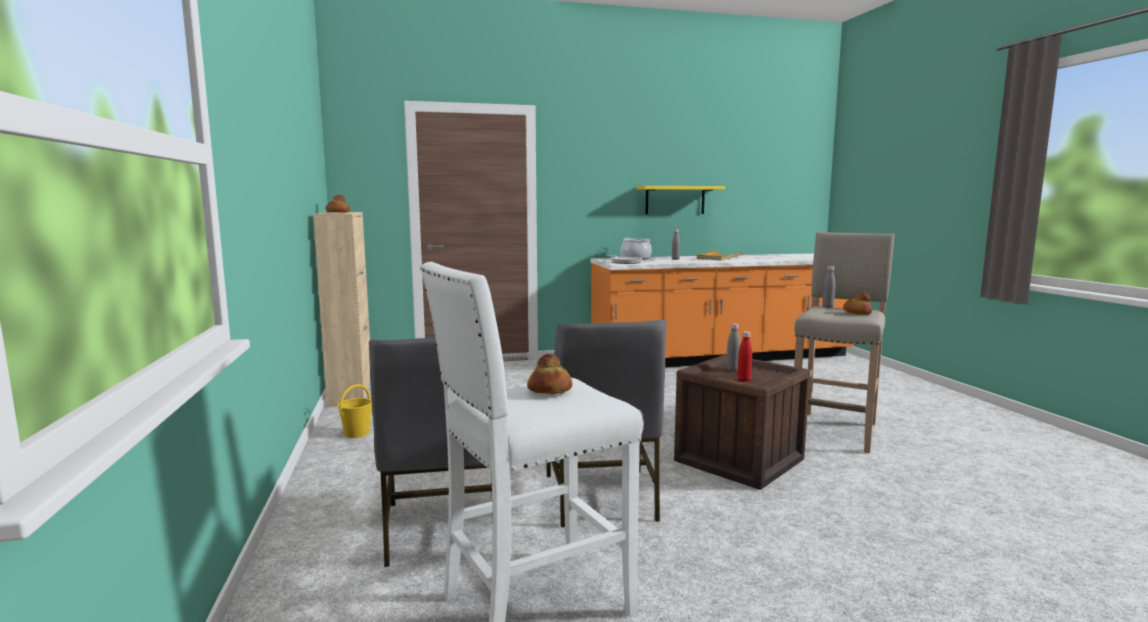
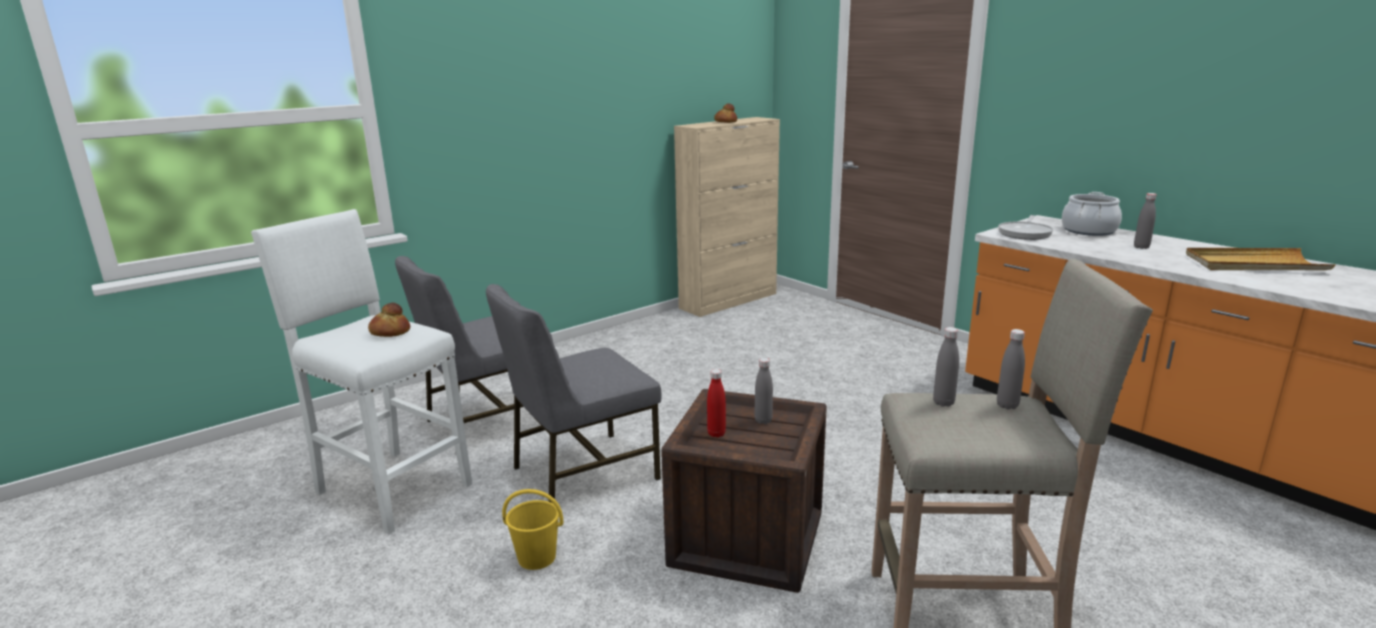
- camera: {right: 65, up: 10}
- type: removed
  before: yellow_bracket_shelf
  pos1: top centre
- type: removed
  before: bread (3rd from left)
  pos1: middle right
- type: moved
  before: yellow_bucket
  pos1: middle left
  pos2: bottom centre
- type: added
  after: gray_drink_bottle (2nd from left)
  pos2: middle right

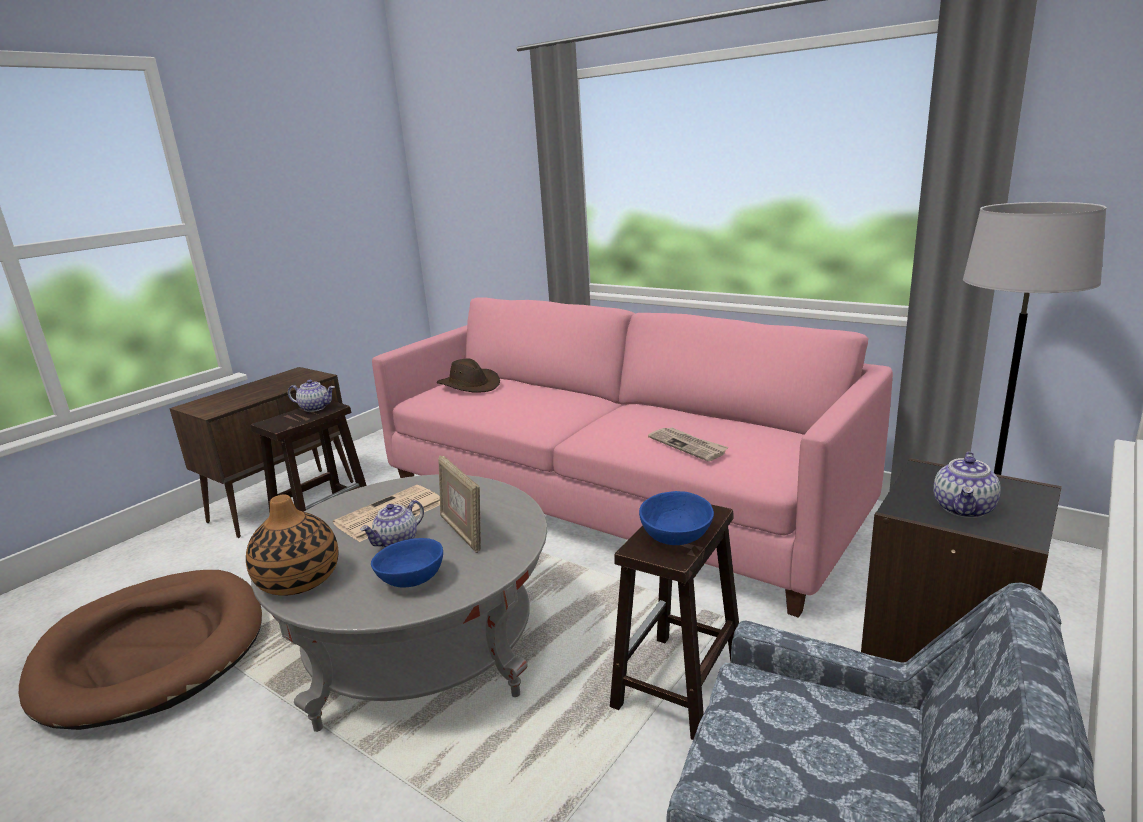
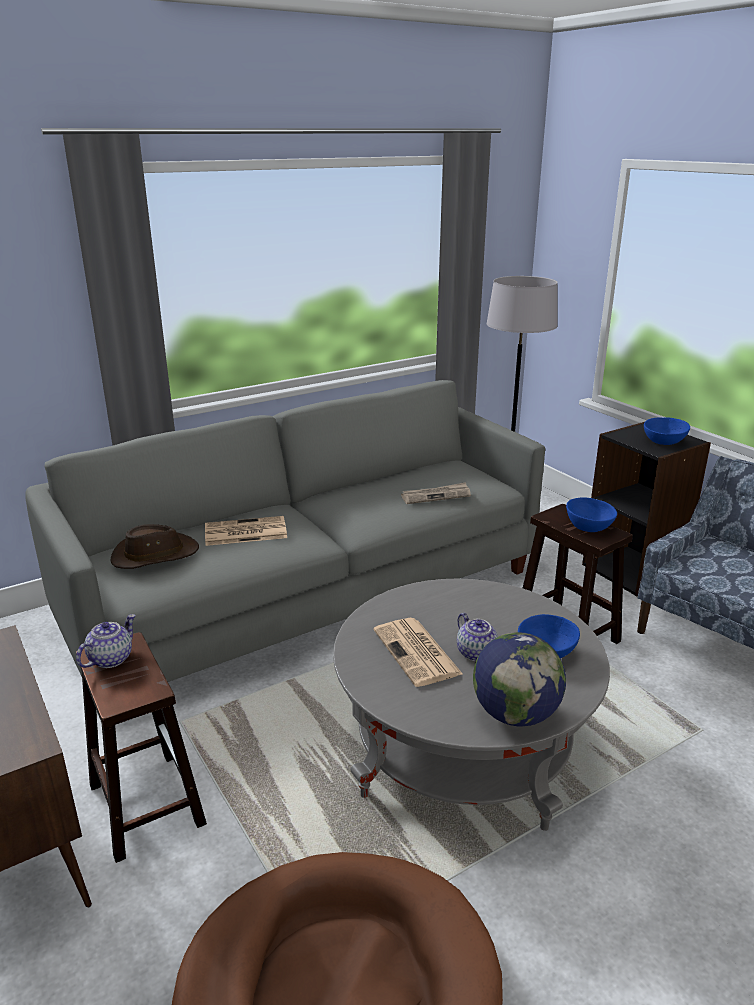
- camera: {right: -70, up: 5}
- type: recoloured
  before: pink-coloured_couch
  after: gray_couch
  pos1: centre
  pos2: centre
- type: replaced
  before: tea_pot (3rd from left)
  after: bluish_bowl (3rd from left)
  pos1: middle right
  pos2: middle right
- type: removed
  before: standing_frame
  pos1: centre
- type: replaced
  before: vase
  after: globe
  pos1: middle left
  pos2: bottom right
- type: added
  after: daily_paper (1st from left)
  pos2: middle left

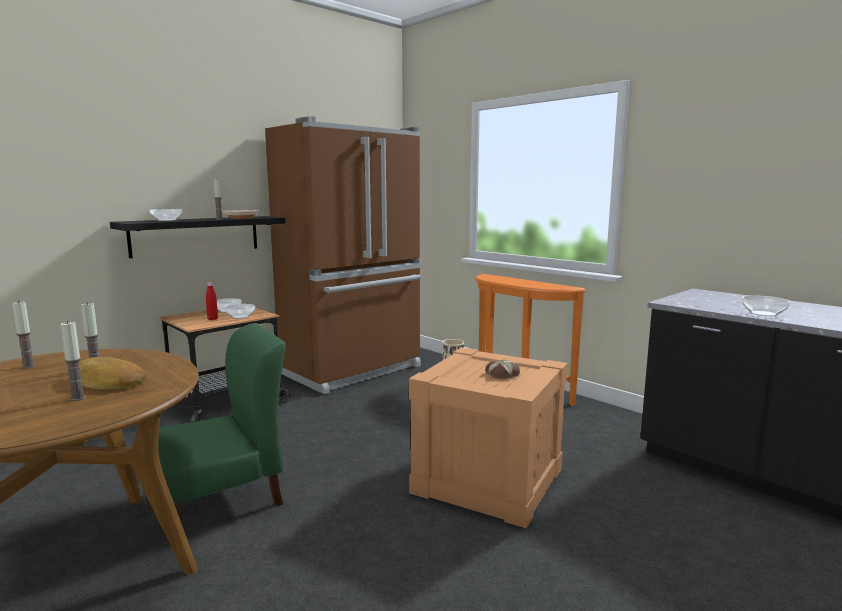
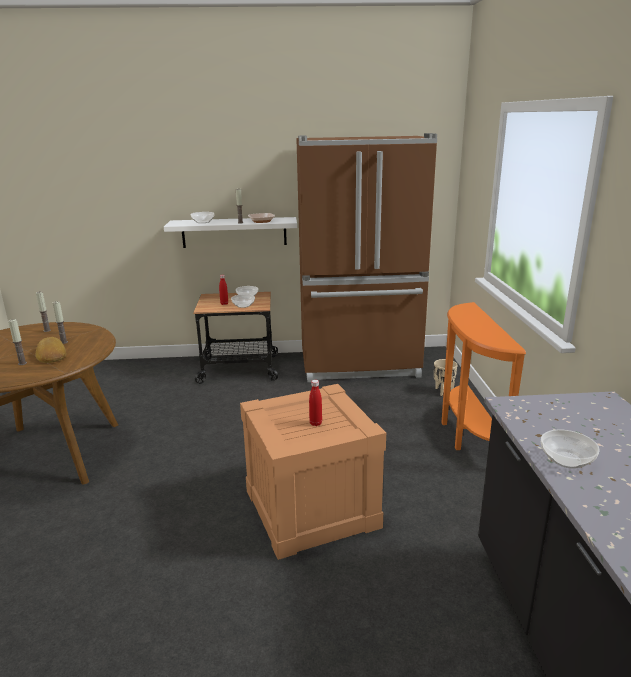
- camera: {right: 40, up: 10}
- type: recoloured
  before: black_bracket_shelf
  after: whitish_bracket_shelf
  pos1: middle left
  pos2: centre
- type: removed
  before: greenish_plain_chair
  pos1: bottom left
- type: replaced
  before: bread (2nd from left)
  after: reddish_drink_bottle (2nd from left)
  pos1: centre
  pos2: centre

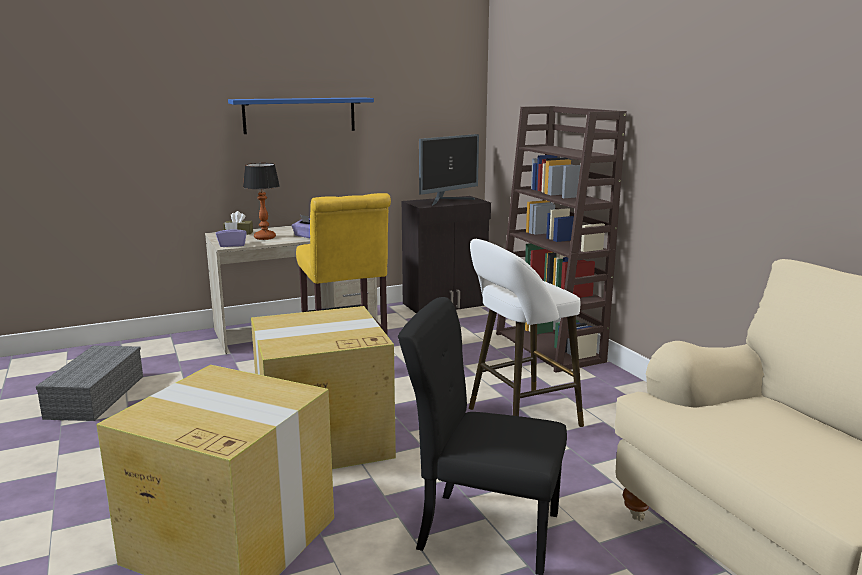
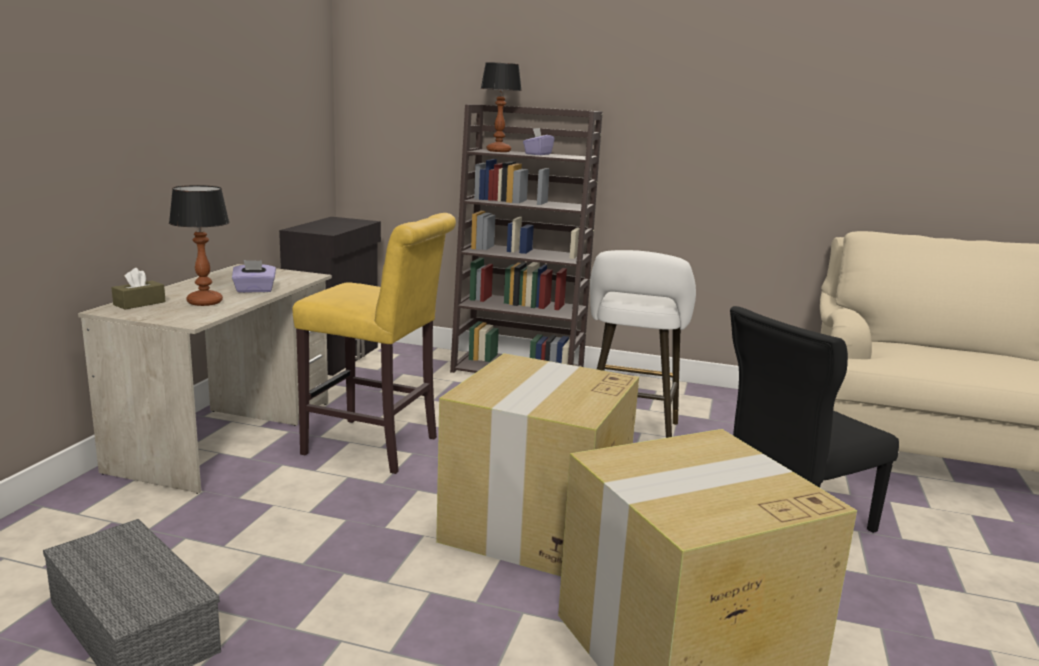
- camera: {right: -50, up: 0}
- type: removed
  before: bluish_bracket_shelf
  pos1: top centre
- type: removed
  before: computer_screen
  pos1: top centre
- type: moved
  before: purple-coloured_tissue_holder (1st from left in the first image)
  after: purple-coloured_tissue_holder (2nd from left)
  pos1: middle left
  pos2: top centre
- type: added
  after: lamp_for_a_table (2nd from left)
  pos2: top centre

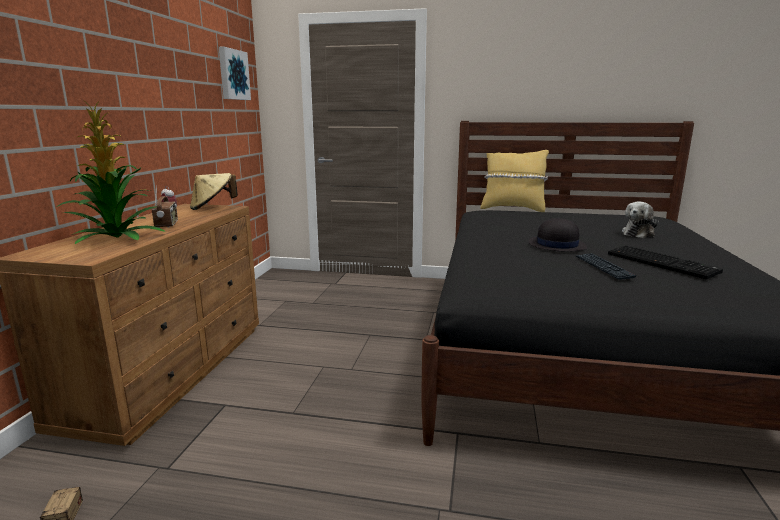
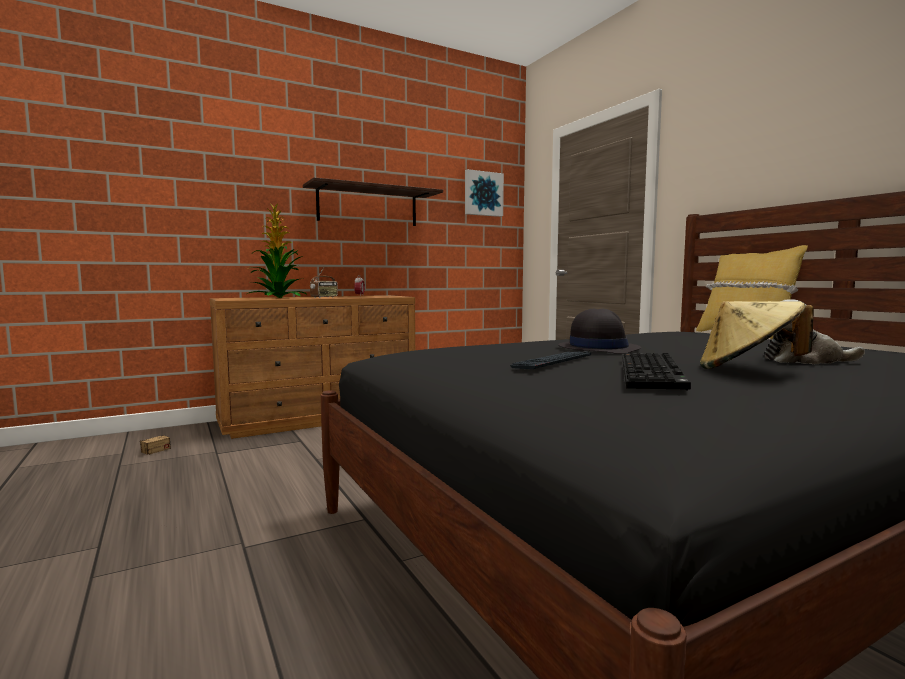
- camera: {right: 50, up: -10}
- type: moved
  before: beige-coloured_hat
  pos1: middle left
  pos2: middle right
- type: added
  after: bracket_shelf
  pos2: top centre

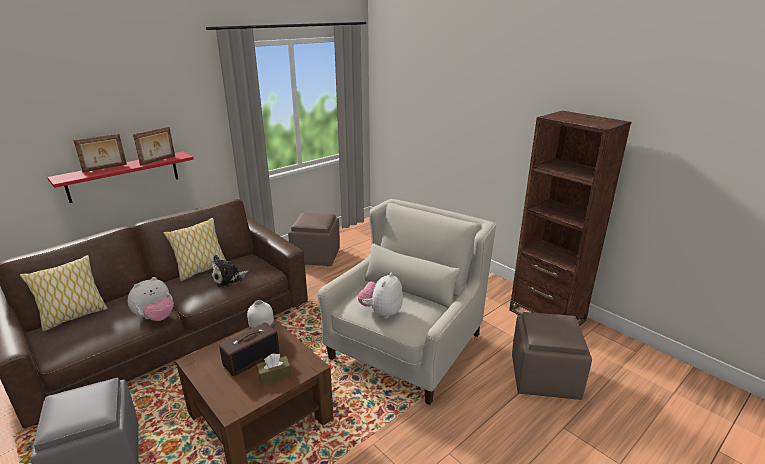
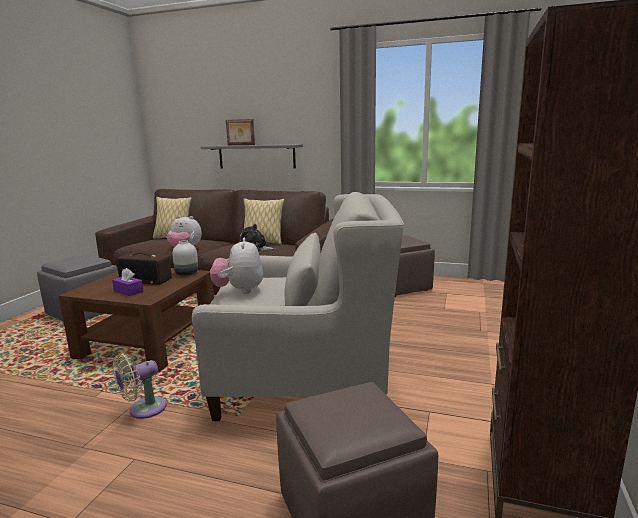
- camera: {right: 60, up: -10}
- type: removed
  before: standing_frame (2nd from left)
  pos1: top left
- type: recoloured
  before: reddish_bracket_shelf
  after: gray_bracket_shelf
  pos1: middle left
  pos2: top centre
- type: turned
  before: cuddly_toy (3rd from left in the first image)
  pos1: centre
  pos2: centre
  turn: -90
- type: recoloured
  before: brownish_tissue_holder
  after: purple-coloured_tissue_holder
  pos1: bottom centre
  pos2: middle left
- type: added
  after: beige-coloured_fan
  pos2: bottom left

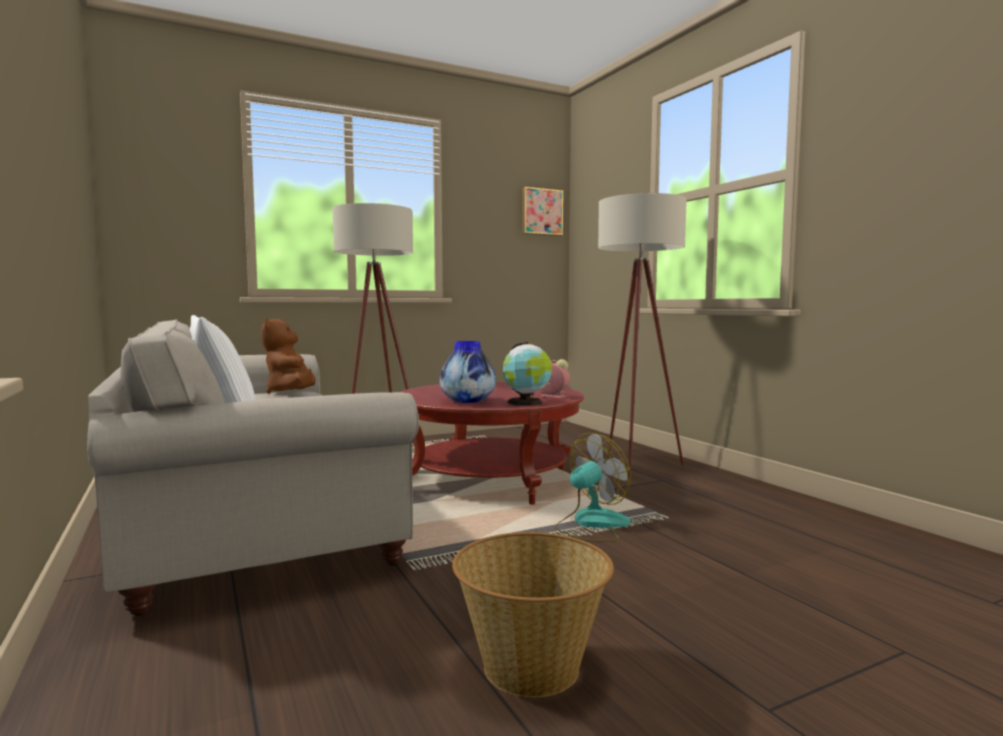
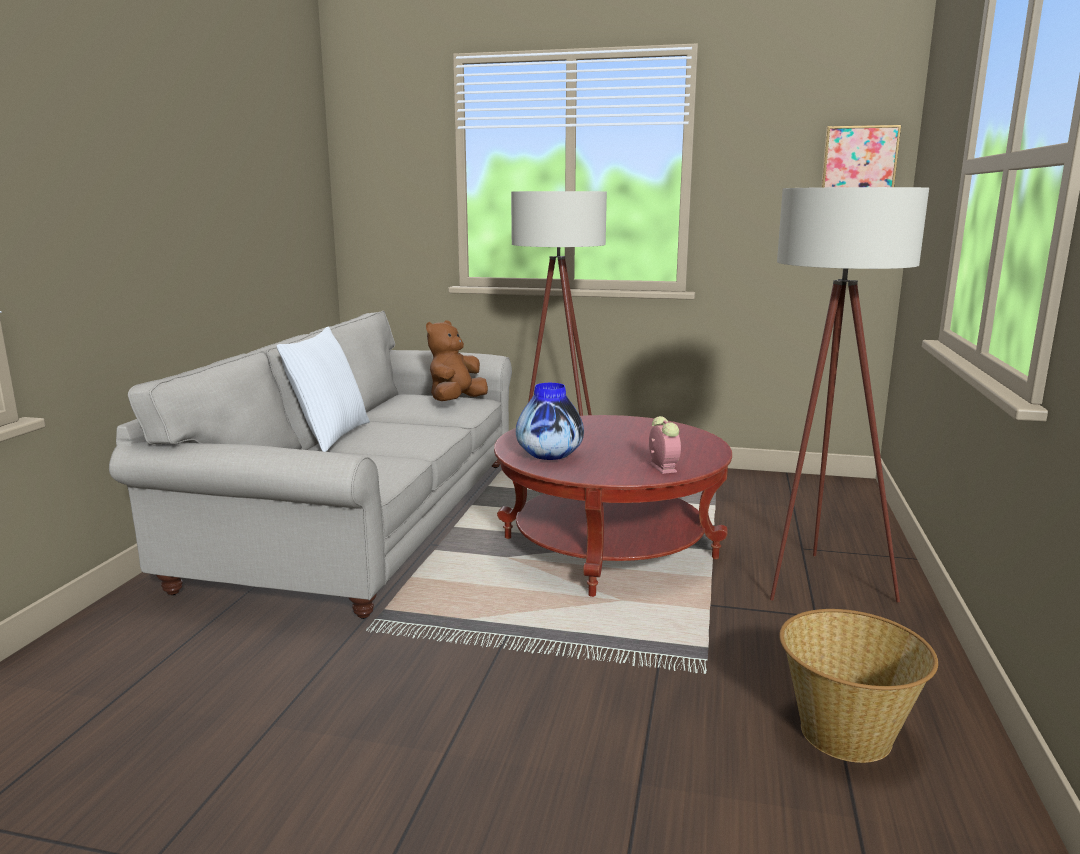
- camera: {right: 40, up: 10}
- type: removed
  before: globe
  pos1: centre
- type: removed
  before: fan
  pos1: centre
- type: moved
  before: household_basket
  pos1: bottom centre
  pos2: bottom right

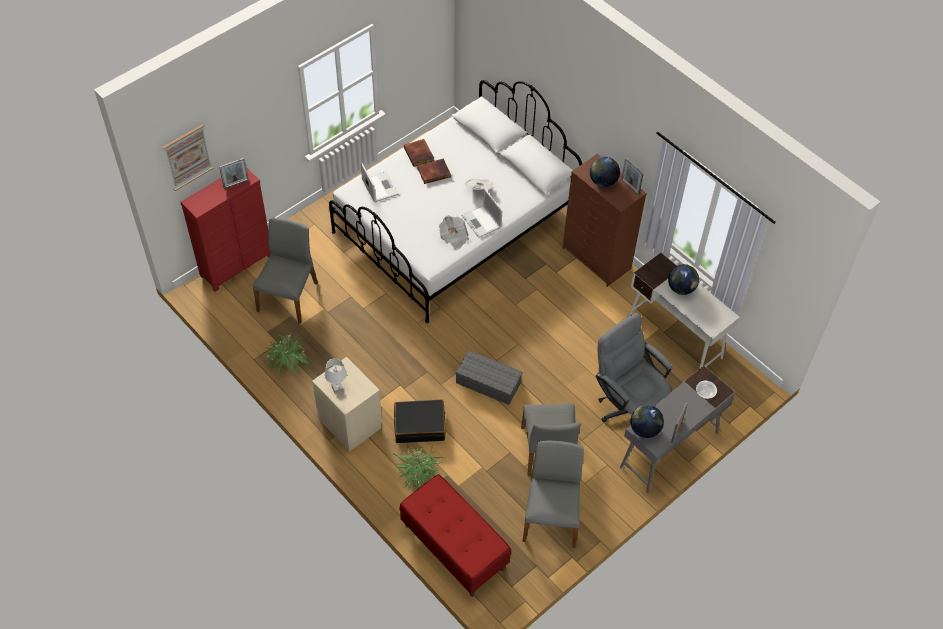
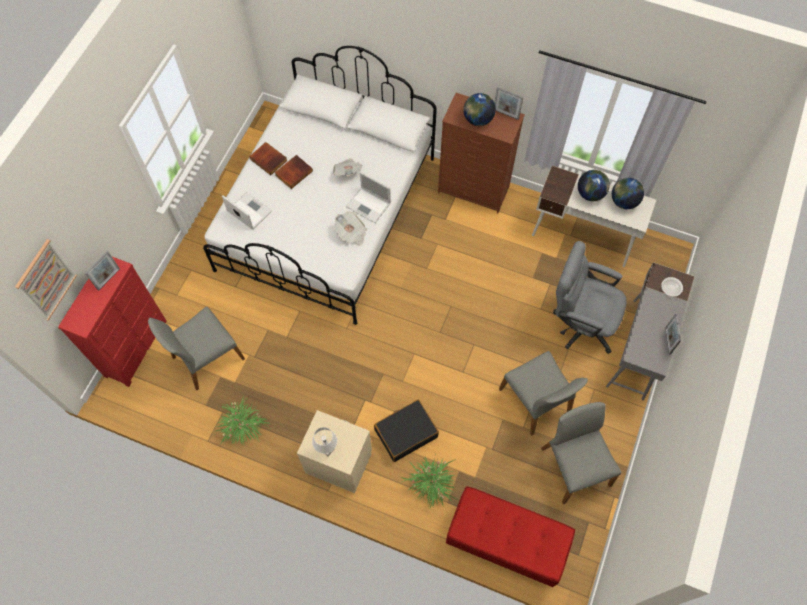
- camera: {right: -25, up: 10}
- type: turned
  before: gray_plain_chair (1st from left)
  pos1: middle left
  pos2: middle left
  turn: -120
- type: removed
  before: gray_storage_bin
  pos1: centre
- type: moved
  before: globe (2nd from left in the first image)
  after: globe (3rd from left)
  pos1: bottom right
  pos2: top right

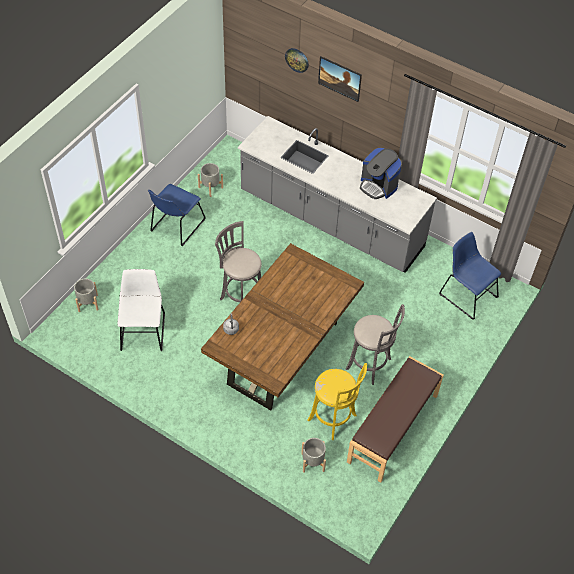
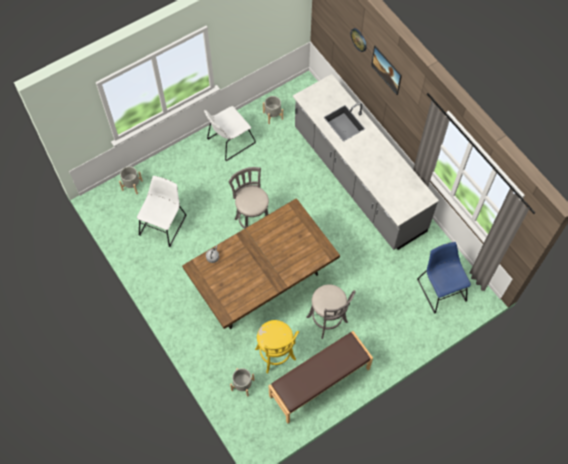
- camera: {right: 25, up: 10}
- type: removed
  before: coffee_machine
  pos1: top centre
- type: recoloured
  before: bluish_plain_chair (1st from left)
  after: whitish_plain_chair (2nd from left)
  pos1: middle left
  pos2: top centre

